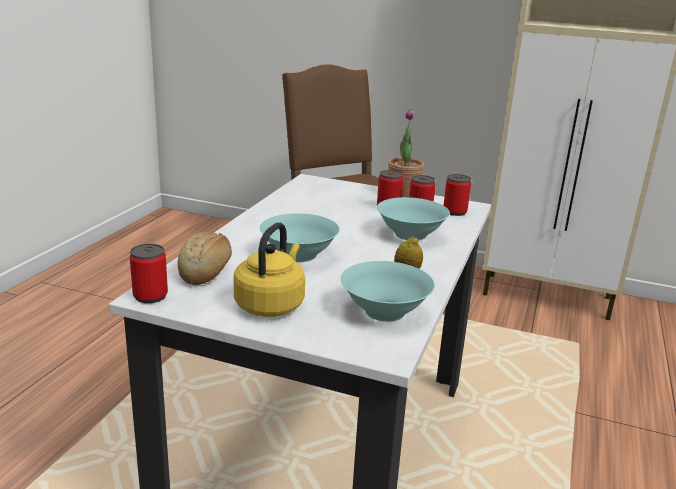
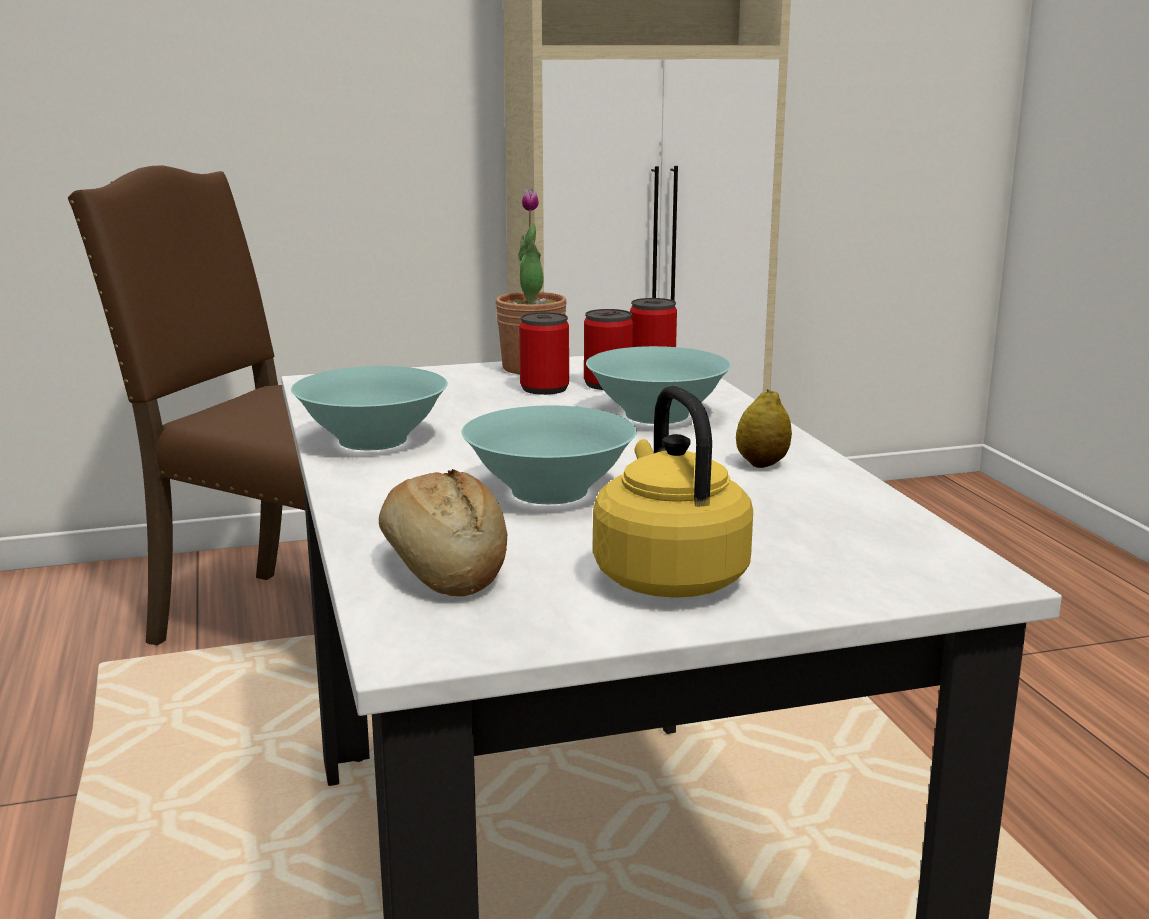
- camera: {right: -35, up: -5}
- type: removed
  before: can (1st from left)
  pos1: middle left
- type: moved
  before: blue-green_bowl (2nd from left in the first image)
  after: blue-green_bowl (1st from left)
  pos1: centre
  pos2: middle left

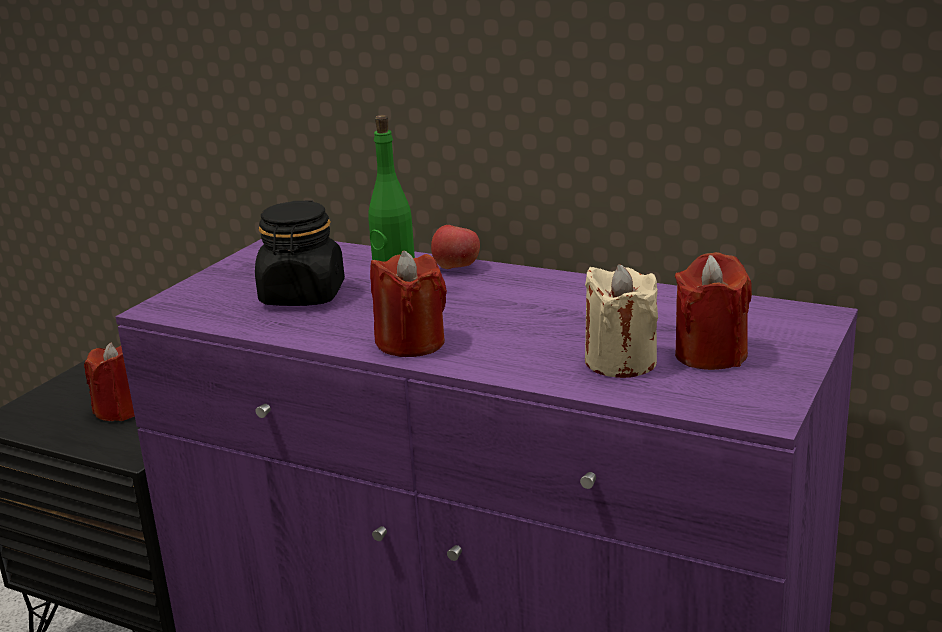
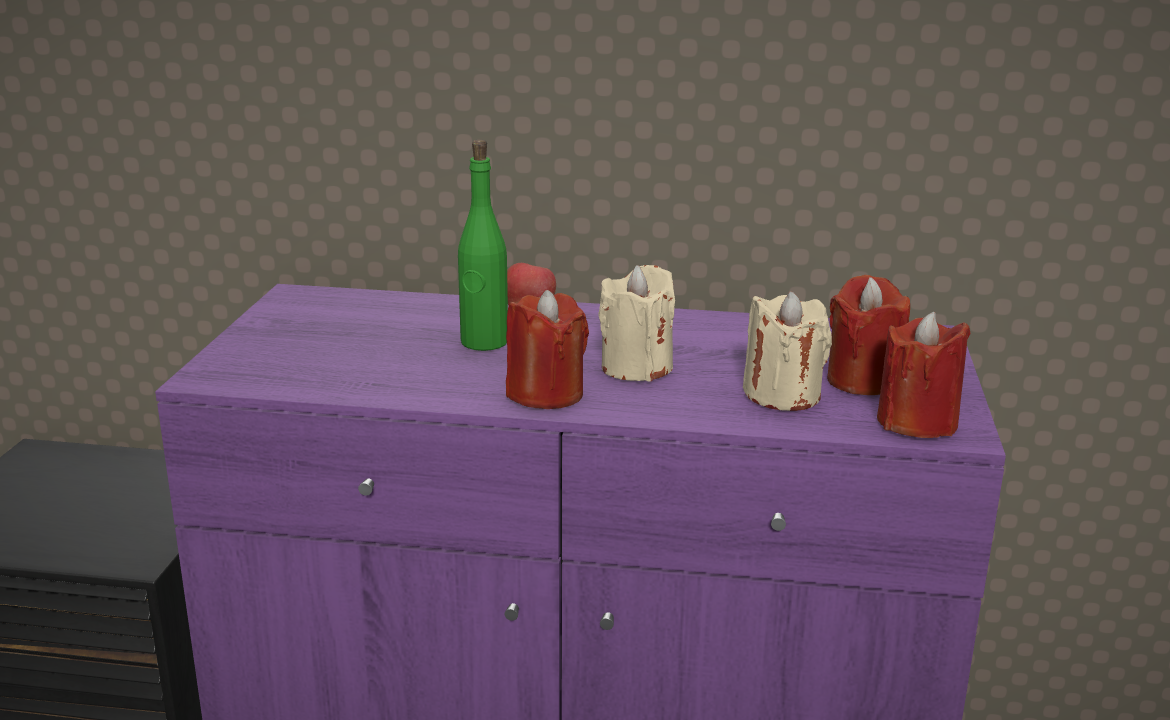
- camera: {right: -20, up: 0}
- type: removed
  before: black_preserve_jar
  pos1: middle left
- type: moved
  before: reddish_candle (1st from left in the first image)
  after: reddish_candle (3rd from left)
  pos1: middle left
  pos2: middle right
- type: added
  after: beige-coloured_candle (1st from left)
  pos2: centre

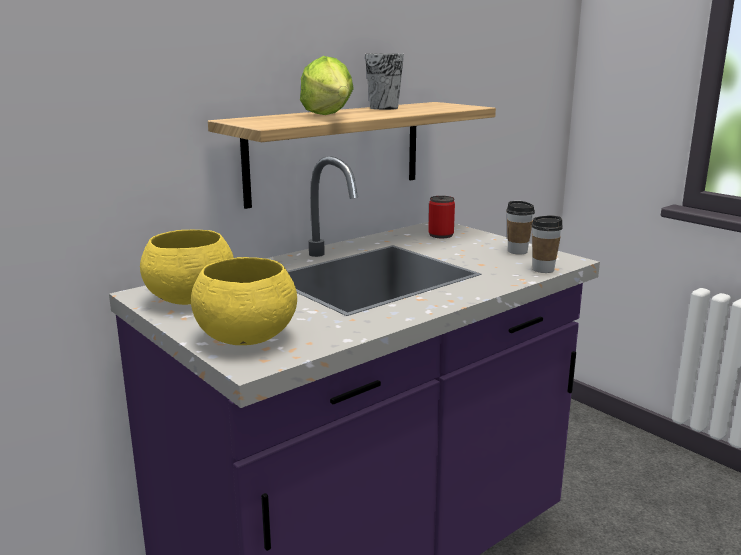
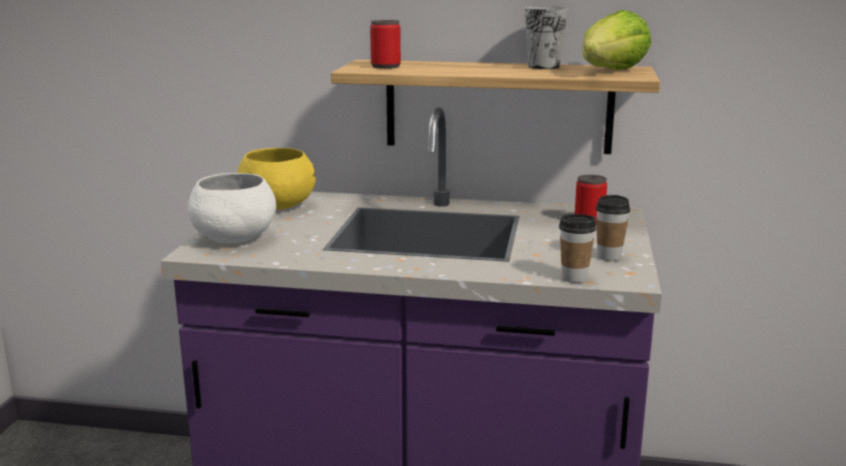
- camera: {right: 50, up: 0}
- type: moved
  before: lettuce_head
  pos1: top centre
  pos2: top right
- type: recoloured
  before: yellow_bowl (2nd from left)
  after: whitish_bowl
  pos1: middle left
  pos2: middle left
- type: added
  after: can (1st from left)
  pos2: top centre

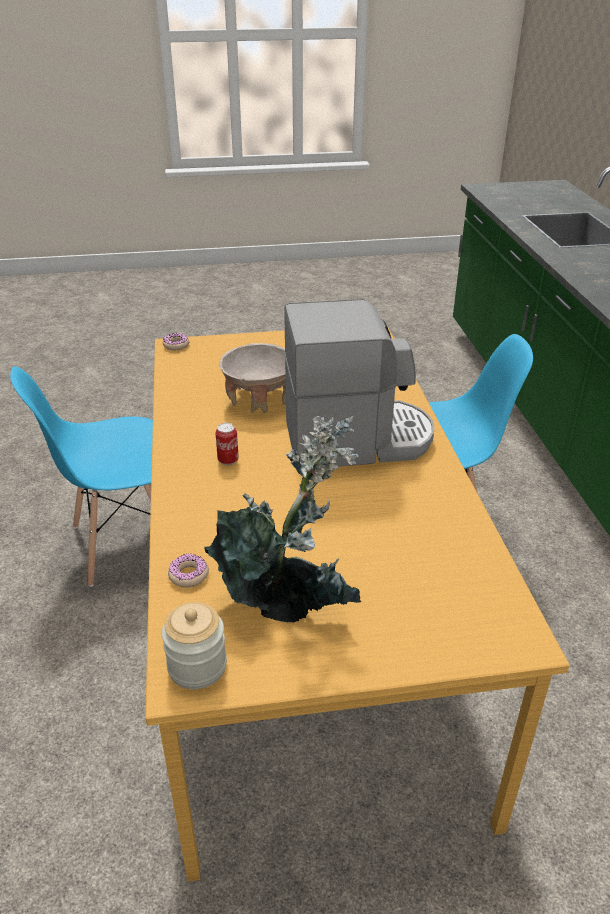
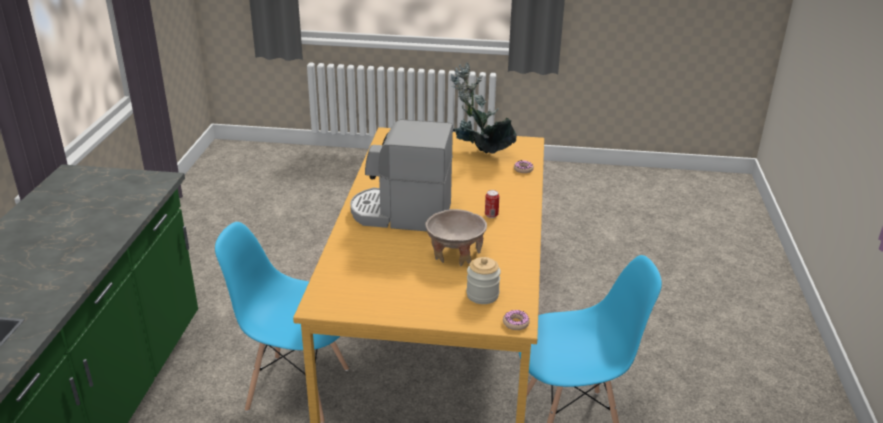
- camera: {right: -165, up: -5}
- type: moved
  before: preserve_jar
  pos1: bottom left
  pos2: centre

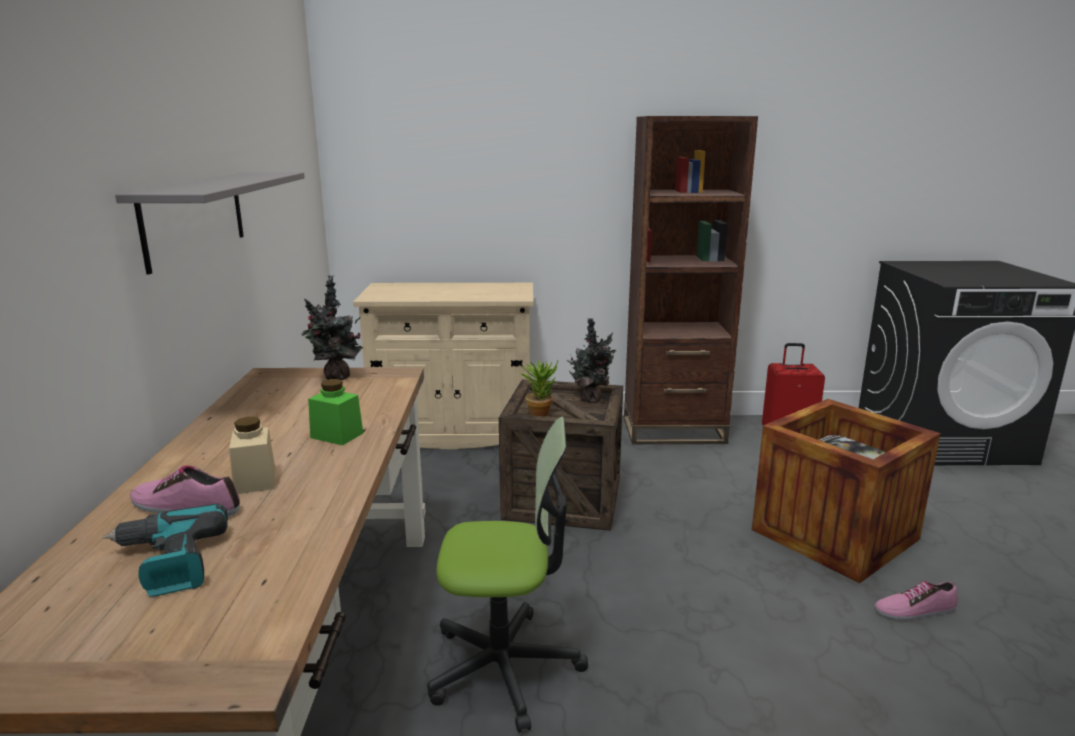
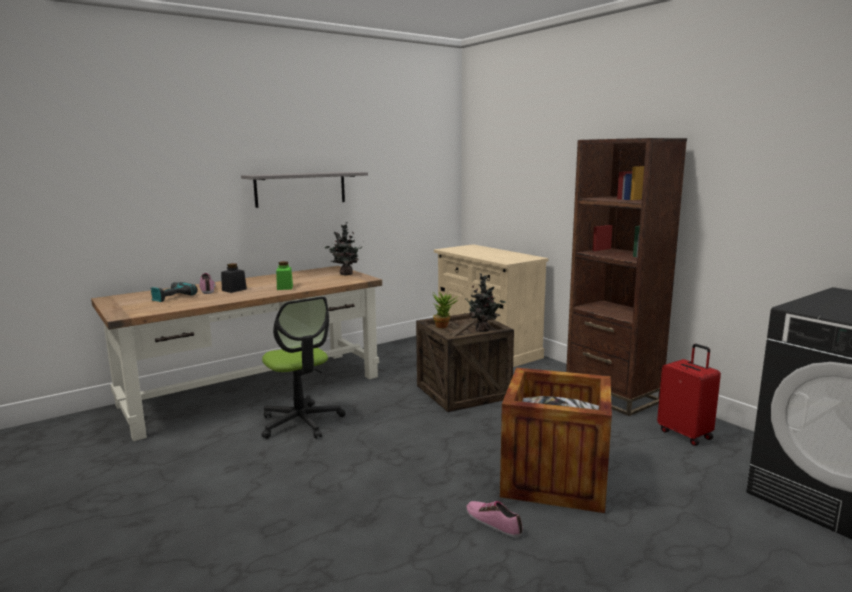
- camera: {right: 55, up: -5}
- type: recoloured
  before: beige-coloured_preserve_jar
  after: black_preserve_jar
  pos1: middle left
  pos2: middle left

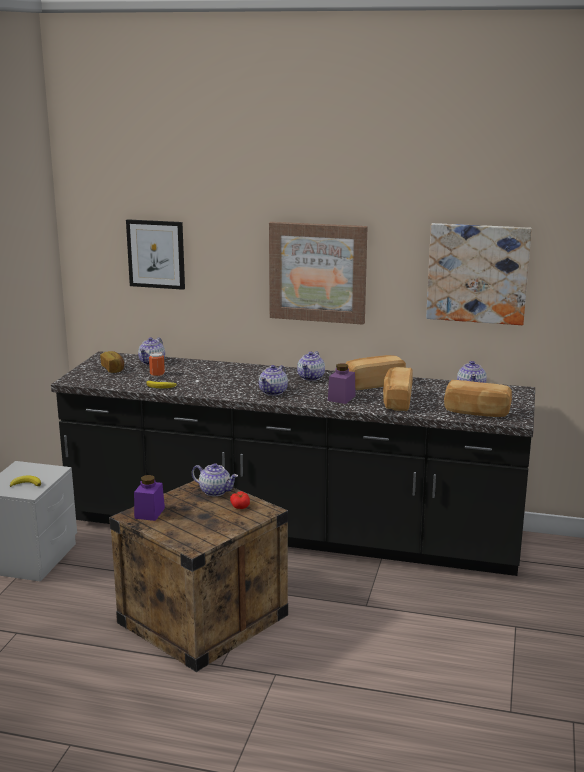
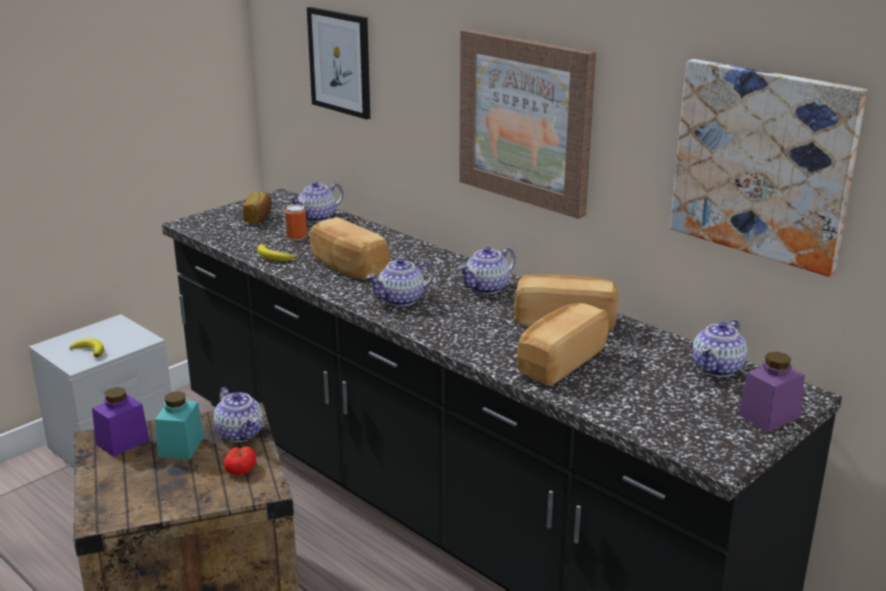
- camera: {right: 30, up: 5}
- type: moved
  before: purple-coloured_preserve_jar (2nd from left)
  pos1: centre
  pos2: middle right
- type: moved
  before: bread (4th from left in the first image)
  after: bread (2nd from left)
  pos1: middle right
  pos2: centre
- type: added
  after: blue-green_preserve_jar
  pos2: bottom left

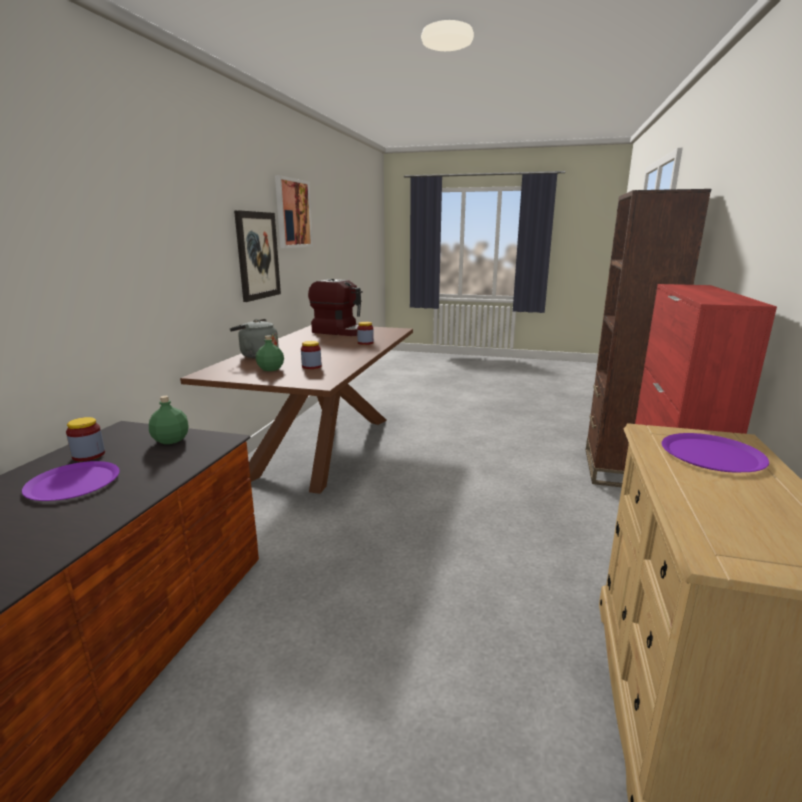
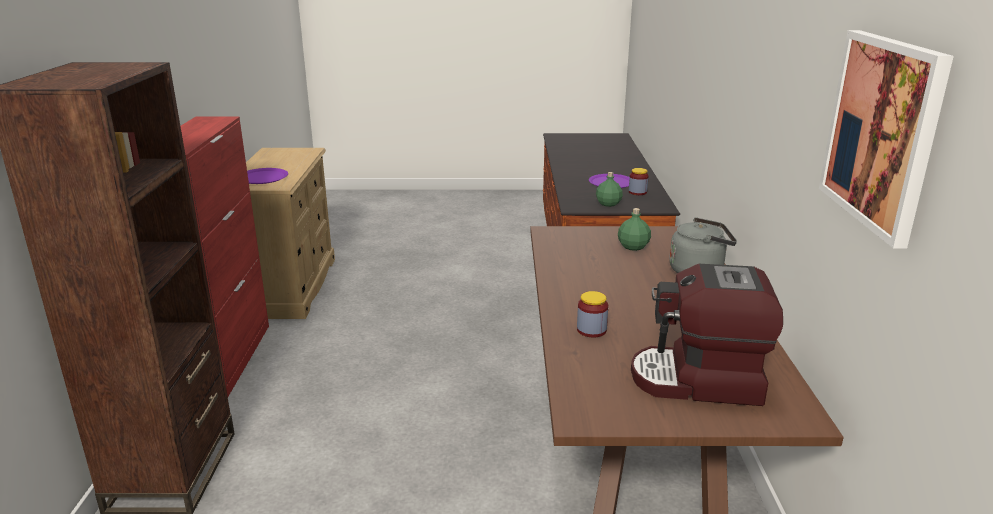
- camera: {right: 165, up: 5}
- type: removed
  before: wall_picture (1st from left)
  pos1: top left
- type: removed
  before: preserve_jar (2nd from left)
  pos1: centre

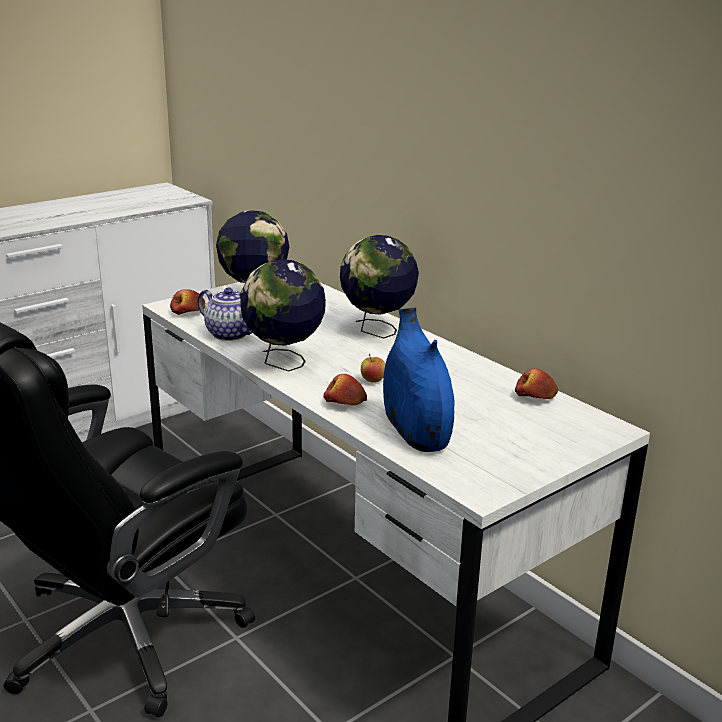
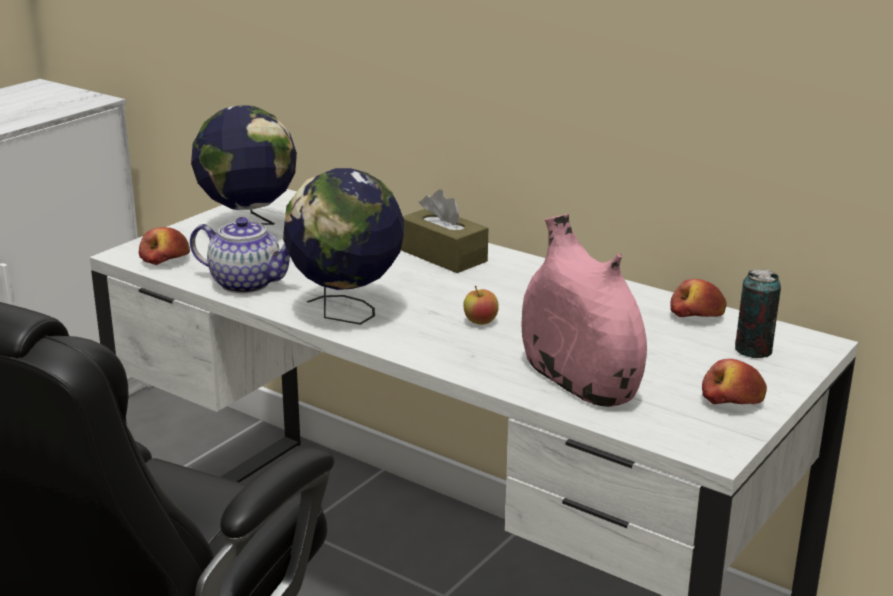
- camera: {right: -15, up: 0}
- type: replaced
  before: globe (3rd from left)
  after: brownish_tissue_holder
  pos1: centre
  pos2: centre
- type: recoloured
  before: bluish_vase
  after: pink-coloured_vase
  pos1: centre
  pos2: centre
- type: moved
  before: whole_apple (2nd from left in the first image)
  after: whole_apple (4th from left)
  pos1: centre
  pos2: middle right
- type: added
  after: can
  pos2: middle right

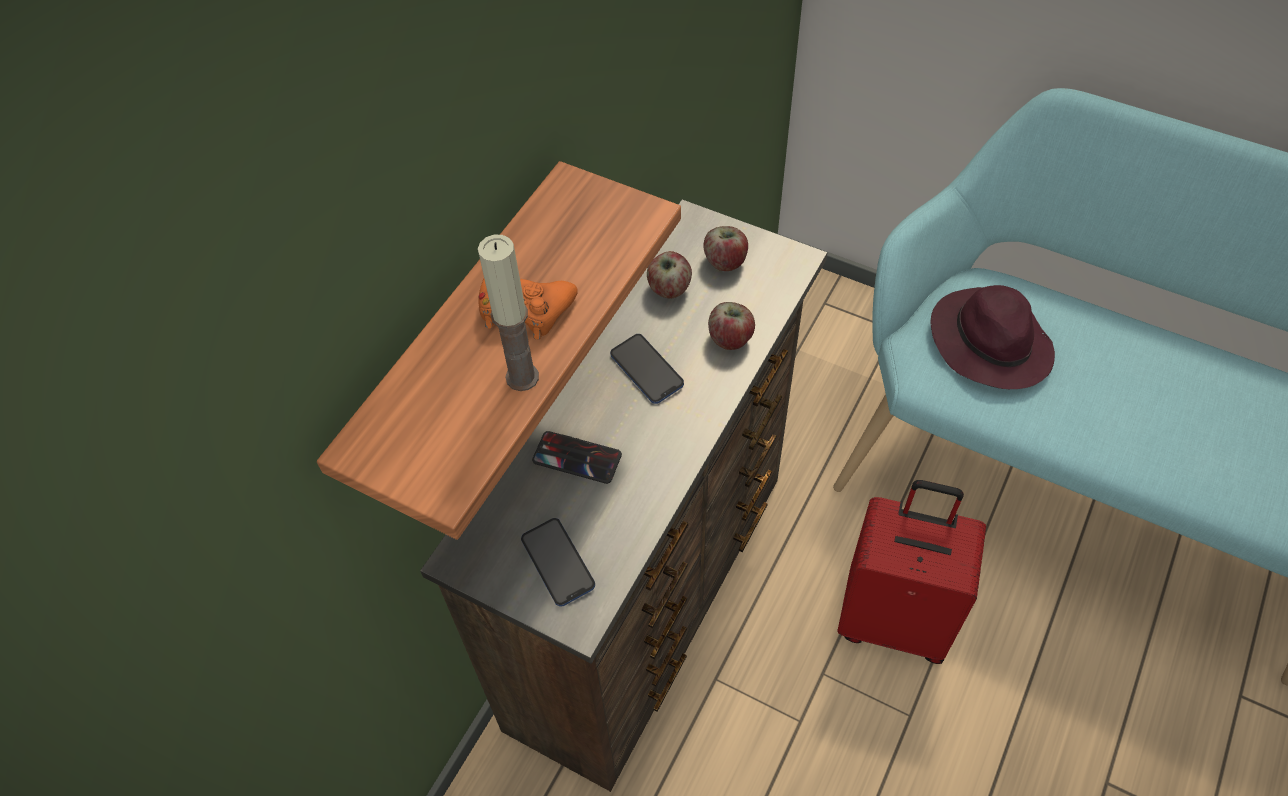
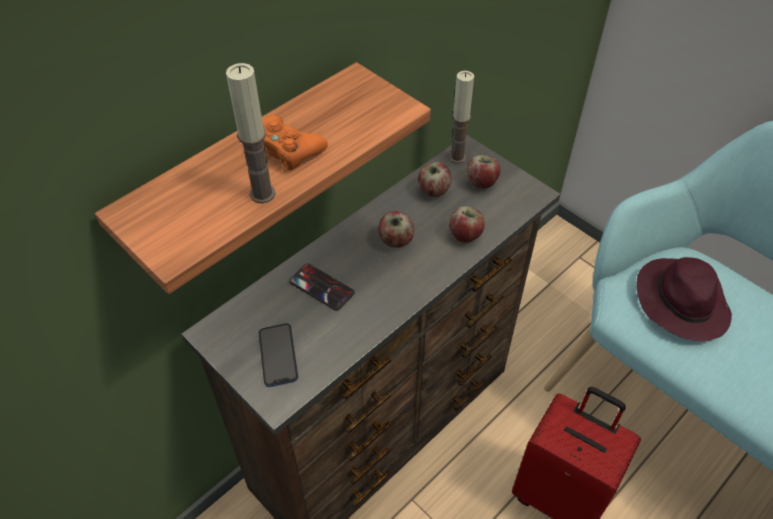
- camera: {right: 15, up: -5}
- type: replaced
  before: handset (3rd from left)
  after: whole_apple (1st from left)
  pos1: centre
  pos2: centre
- type: added
  after: candle (2nd from left)
  pos2: top centre

